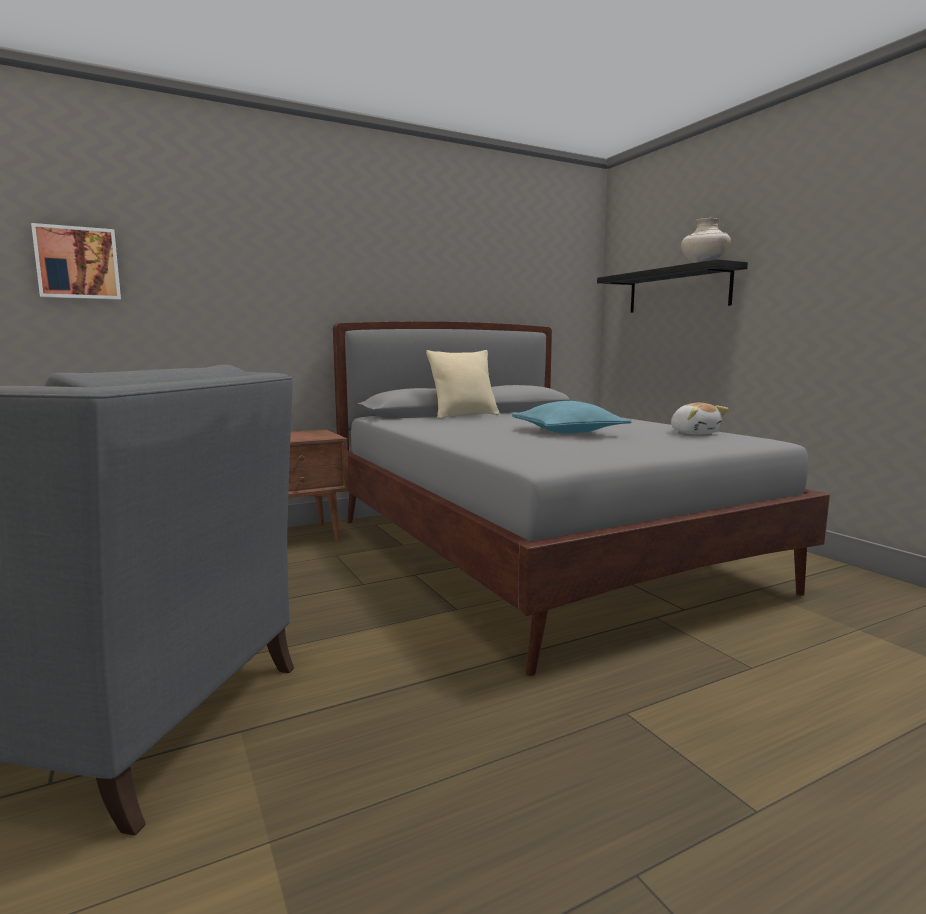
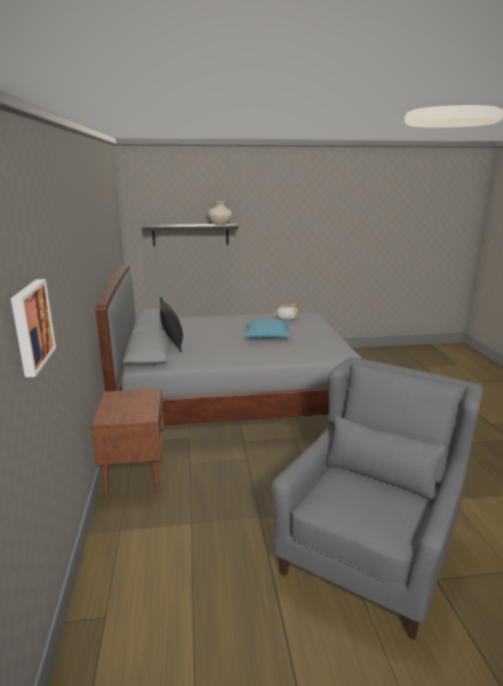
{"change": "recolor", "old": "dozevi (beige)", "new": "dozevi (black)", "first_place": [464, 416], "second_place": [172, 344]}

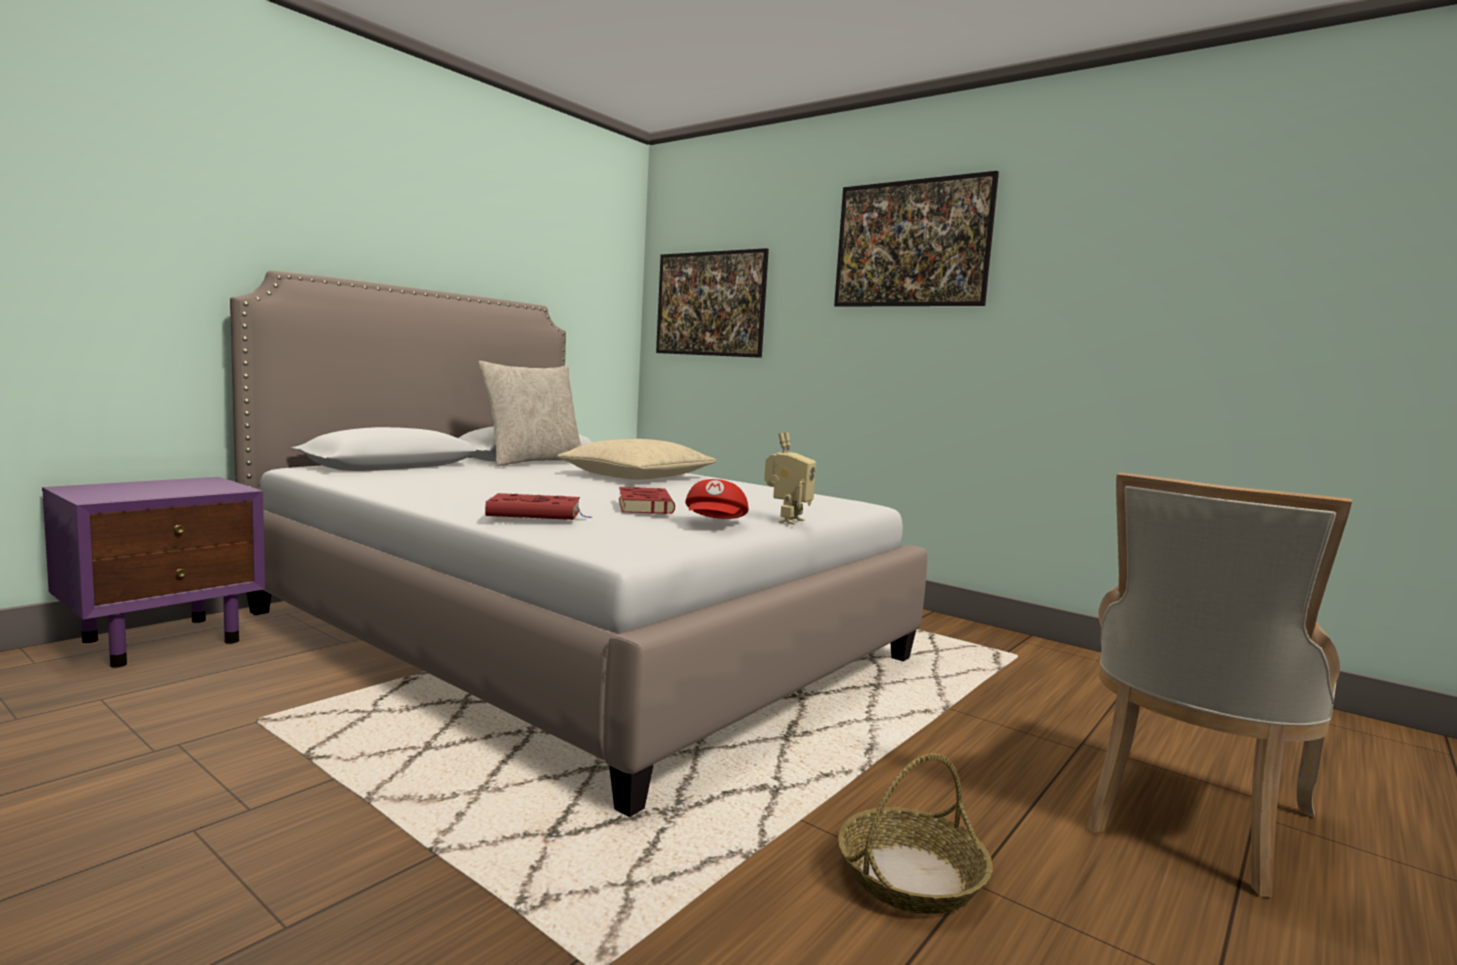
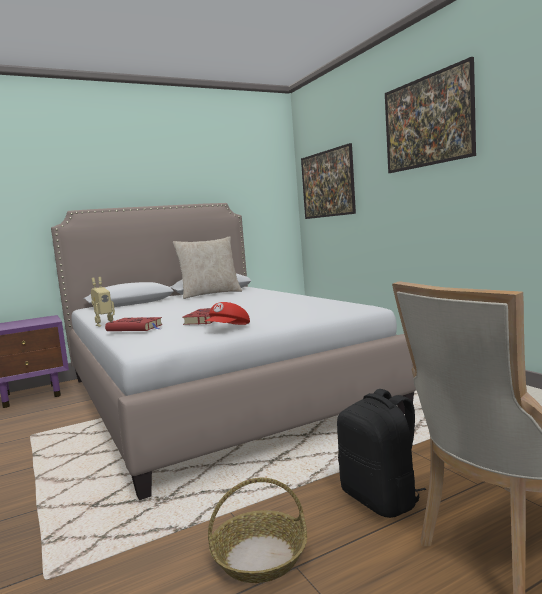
{"change": "delete", "old": "dozevi (beige)", "first_place": [636, 476]}
{"change": "insert", "new": "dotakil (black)", "second_place": [382, 499]}
{"change": "move", "old": "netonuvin", "first_place": [786, 520], "second_place": [103, 324]}

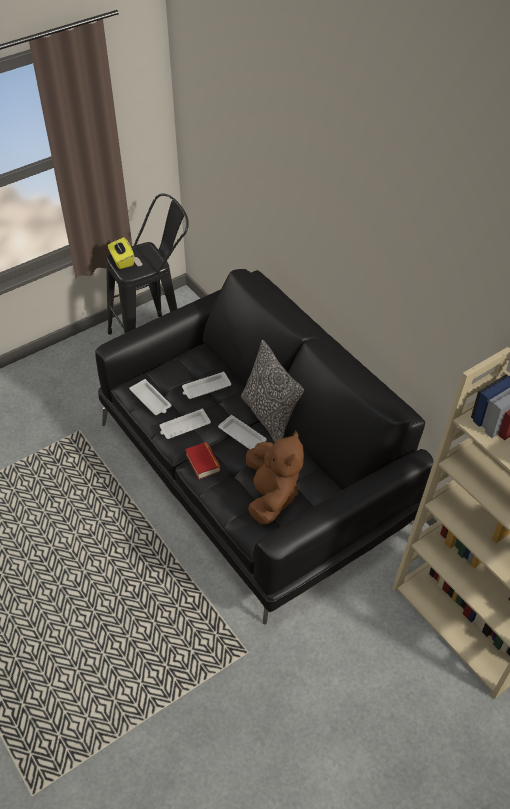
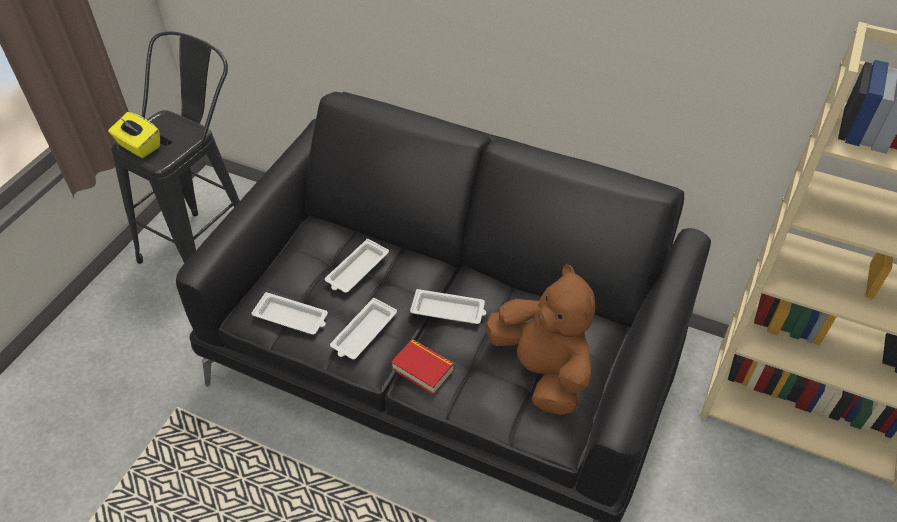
{"change": "delete", "old": "dozevi", "first_place": [269, 417]}

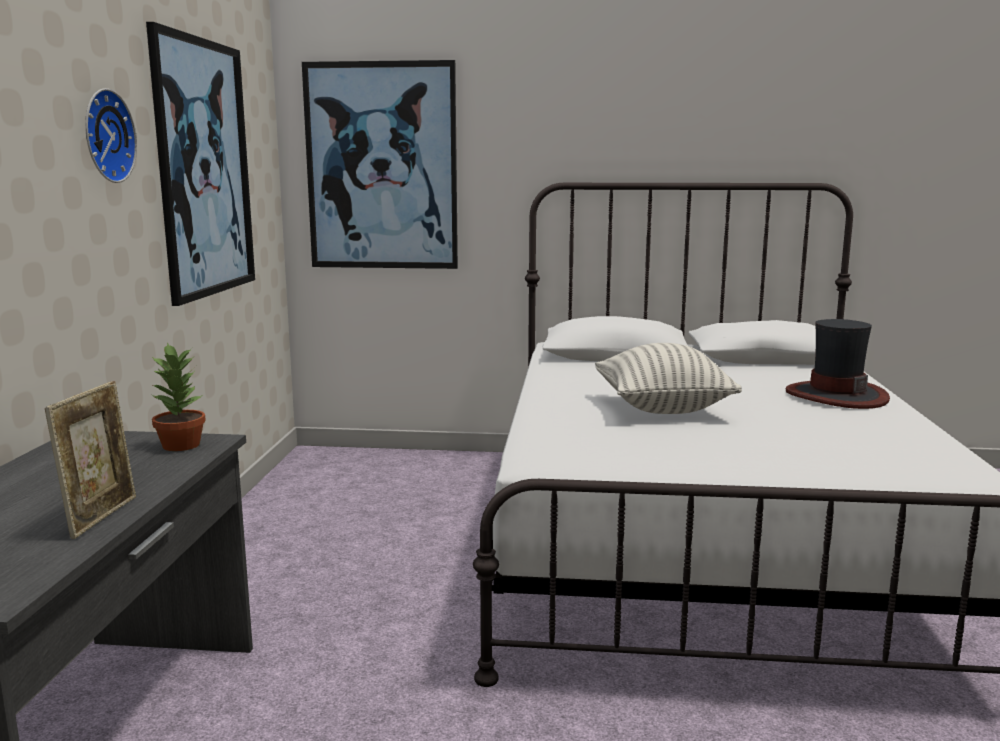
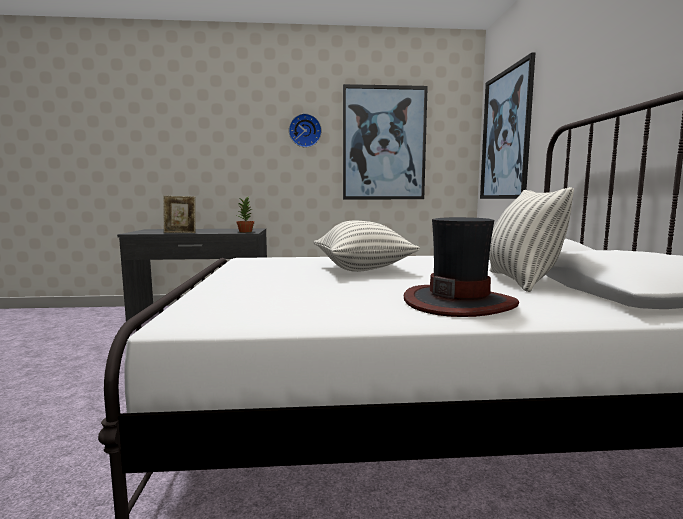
{"change": "insert", "new": "dozevi", "second_place": [521, 281]}

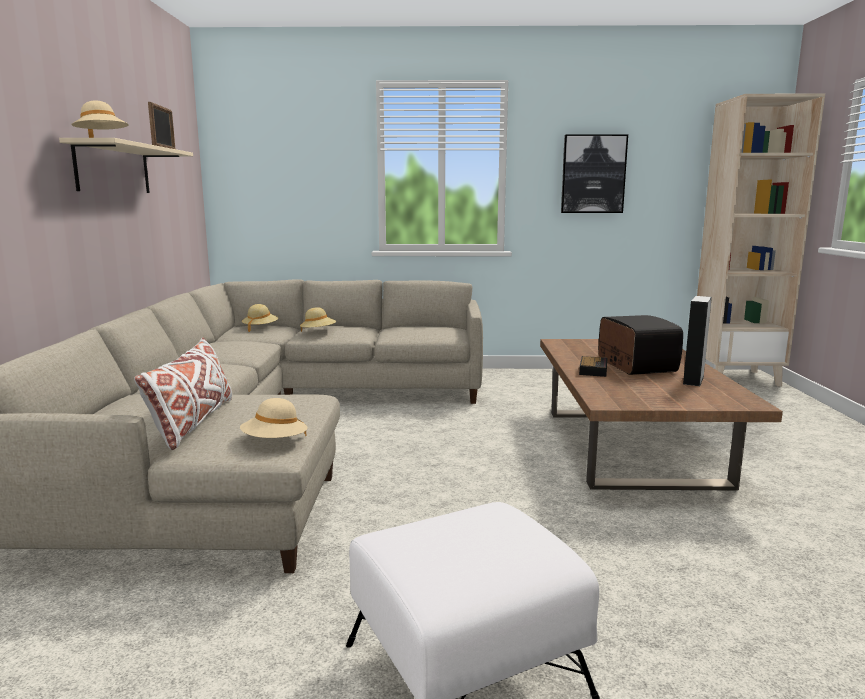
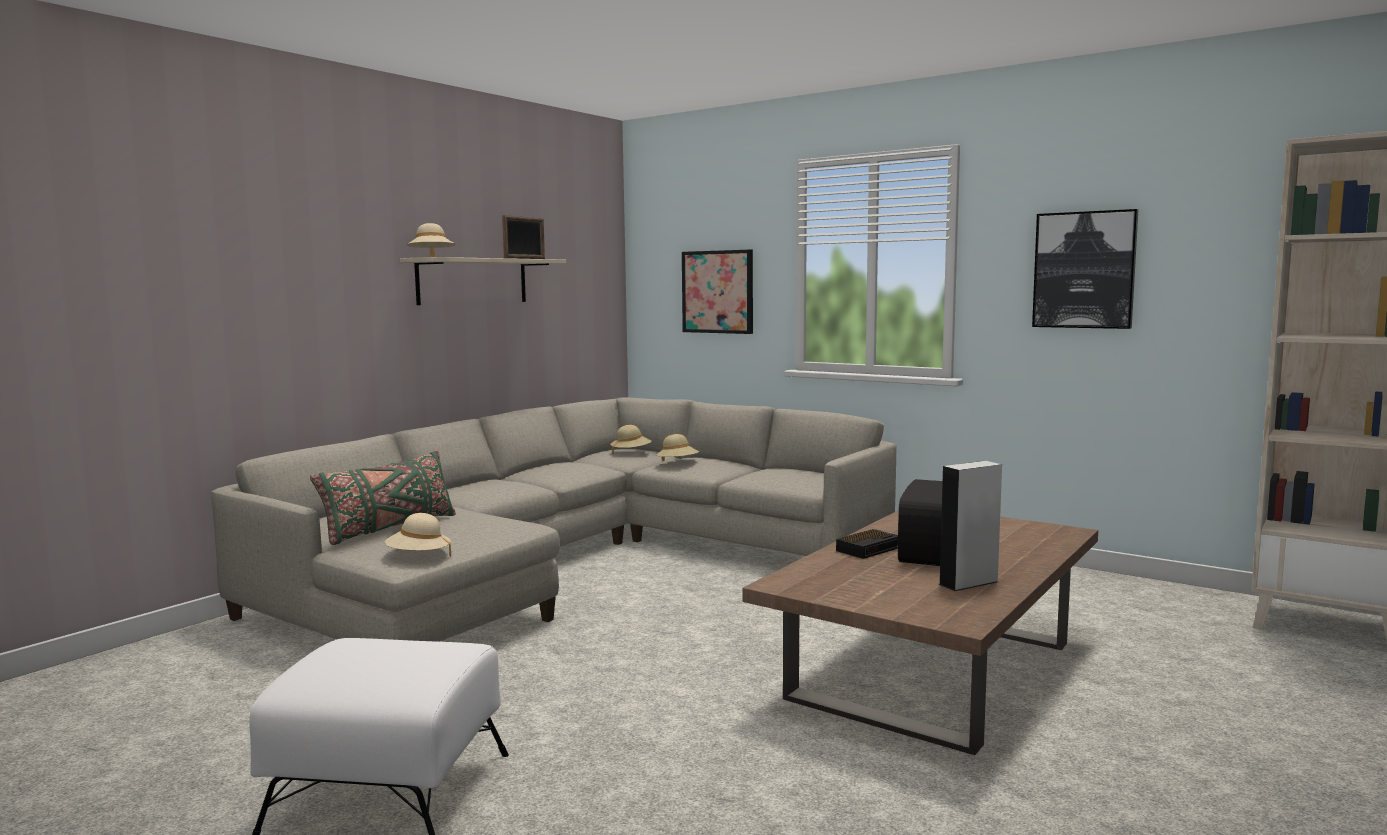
{"change": "insert", "new": "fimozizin", "second_place": [718, 292]}
{"change": "recolor", "old": "dozevi (white)", "new": "dozevi (green)", "first_place": [193, 423], "second_place": [389, 528]}

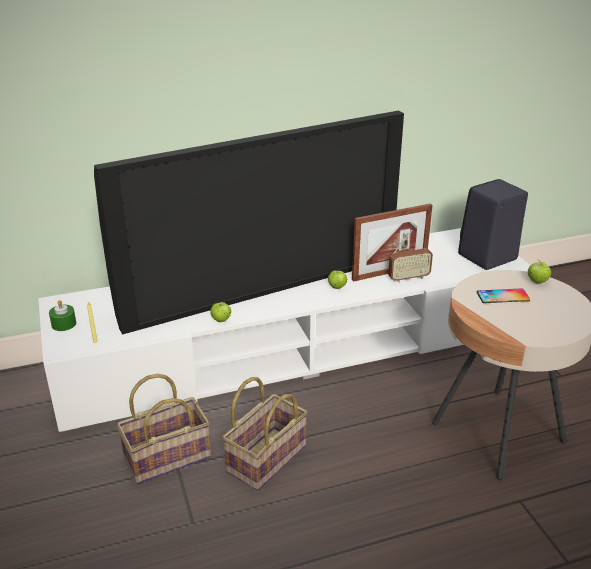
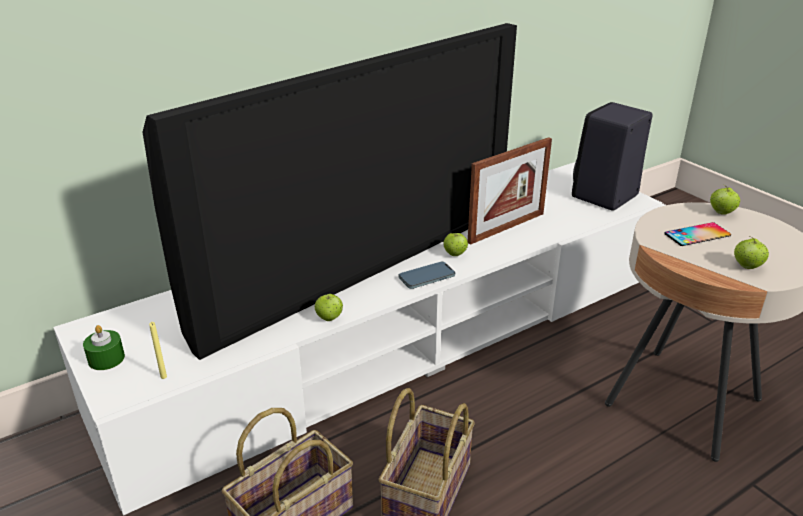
{"change": "delete", "old": "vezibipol", "first_place": [408, 278]}
{"change": "insert", "new": "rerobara", "second_place": [426, 277]}
{"change": "insert", "new": "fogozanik", "second_place": [747, 266]}

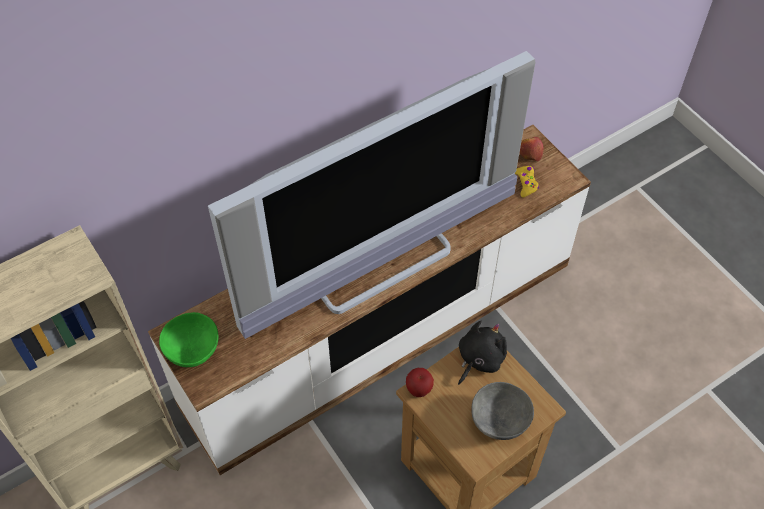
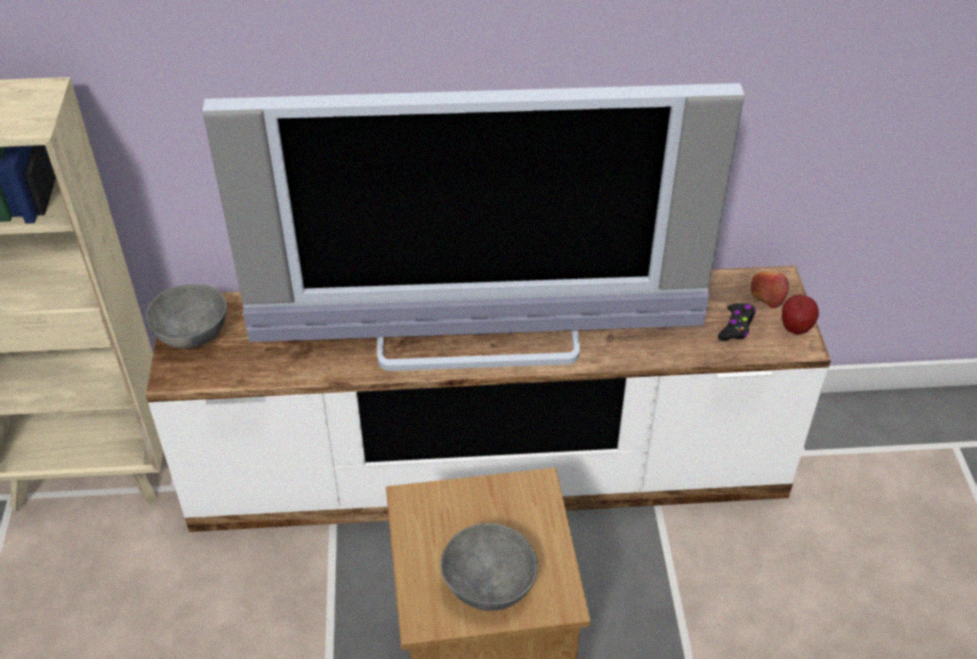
{"change": "delete", "old": "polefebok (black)", "first_place": [479, 359]}
{"change": "move", "old": "fogozanik", "first_place": [419, 390], "second_place": [795, 329]}
{"change": "recolor", "old": "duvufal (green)", "new": "duvufal (grey)", "first_place": [192, 351], "second_place": [190, 336]}
{"change": "recolor", "old": "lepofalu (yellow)", "new": "lepofalu (black)", "first_place": [526, 183], "second_place": [736, 326]}

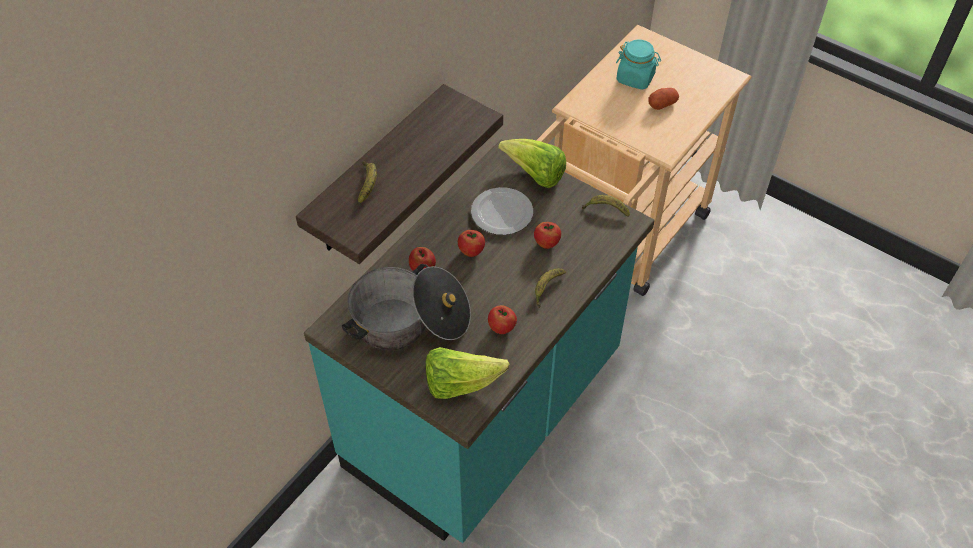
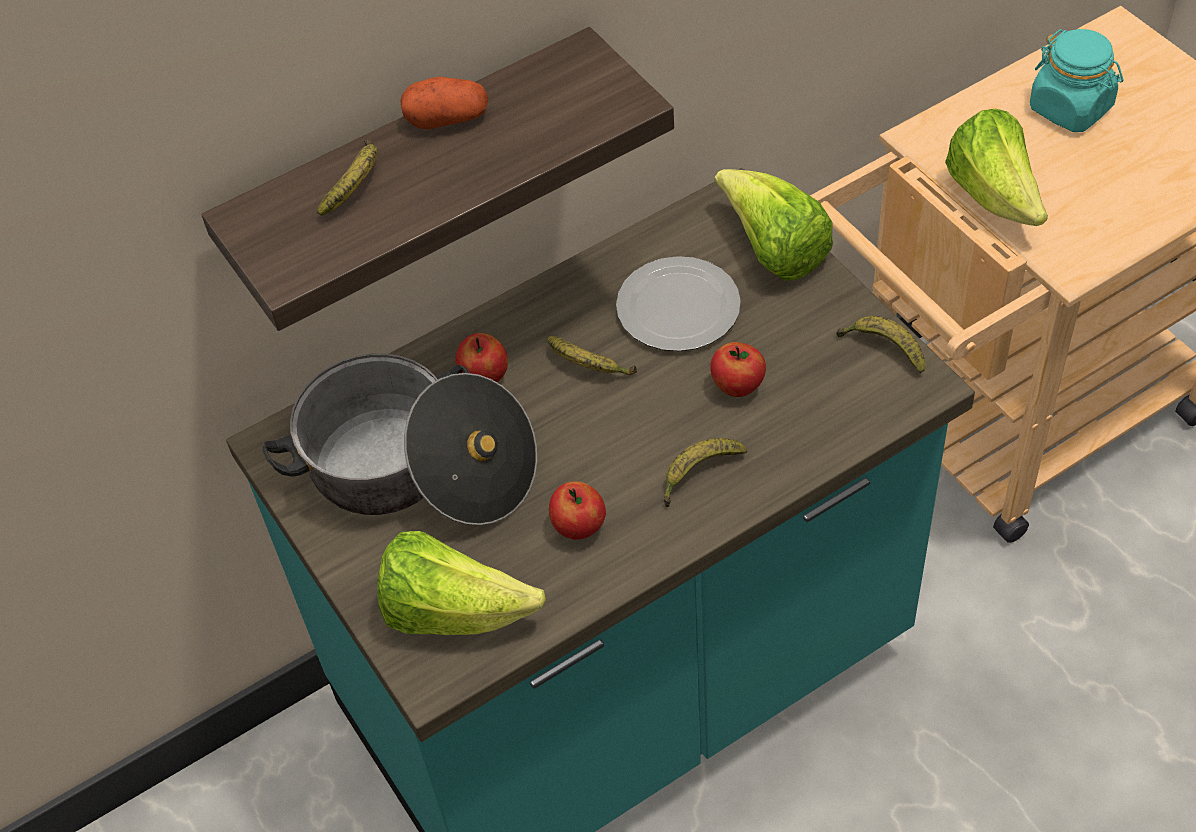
{"change": "insert", "new": "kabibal", "second_place": [994, 196]}
{"change": "move", "old": "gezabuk", "first_place": [662, 104], "second_place": [447, 118]}
{"change": "replace", "old": "fogozanik", "new": "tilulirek", "first_place": [471, 251], "second_place": [588, 366]}

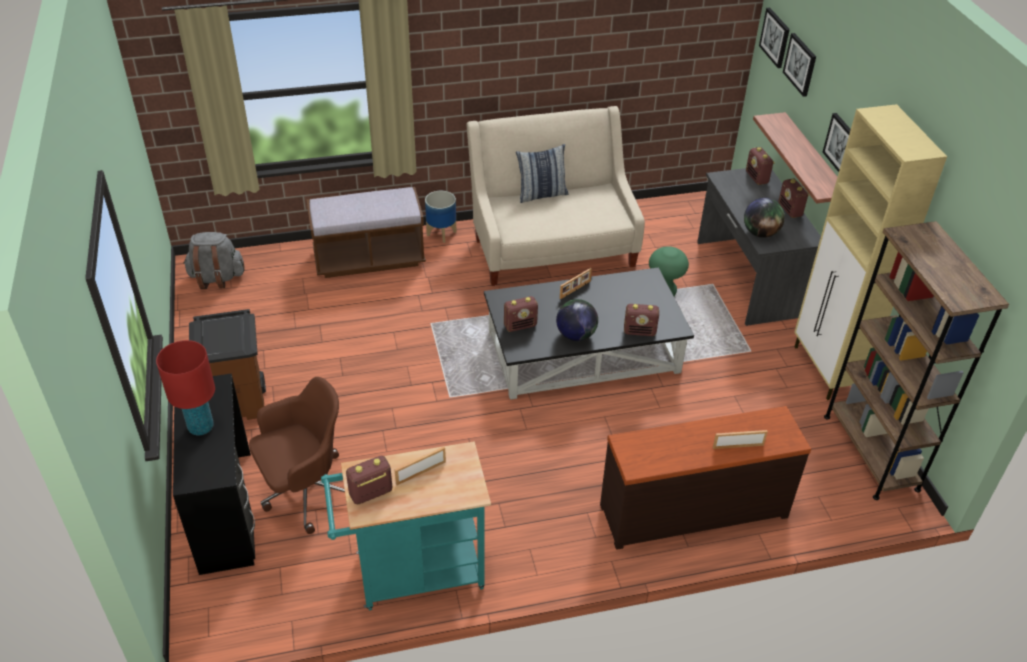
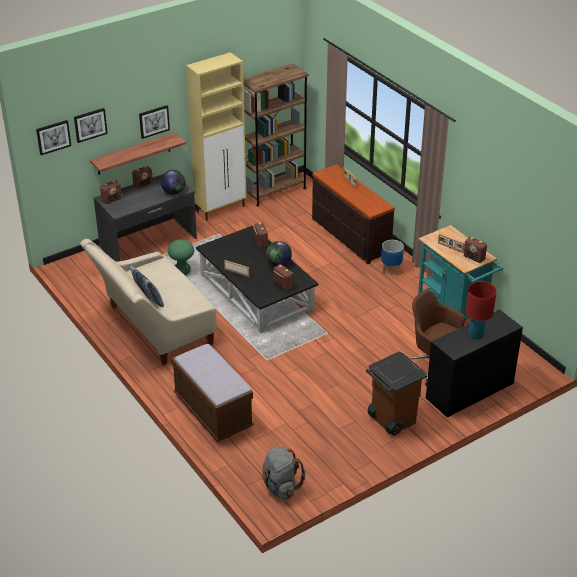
{"change": "move", "old": "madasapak", "first_place": [441, 233], "second_place": [390, 270]}

